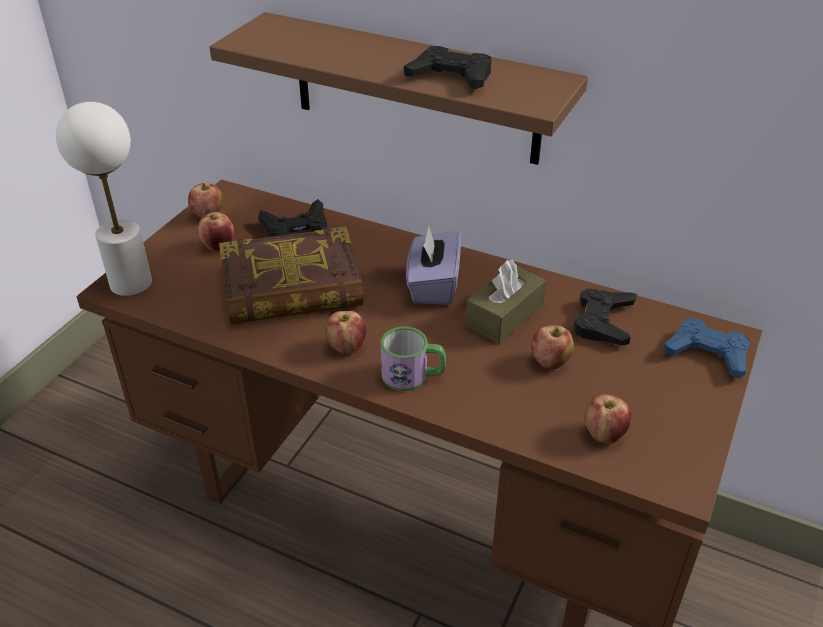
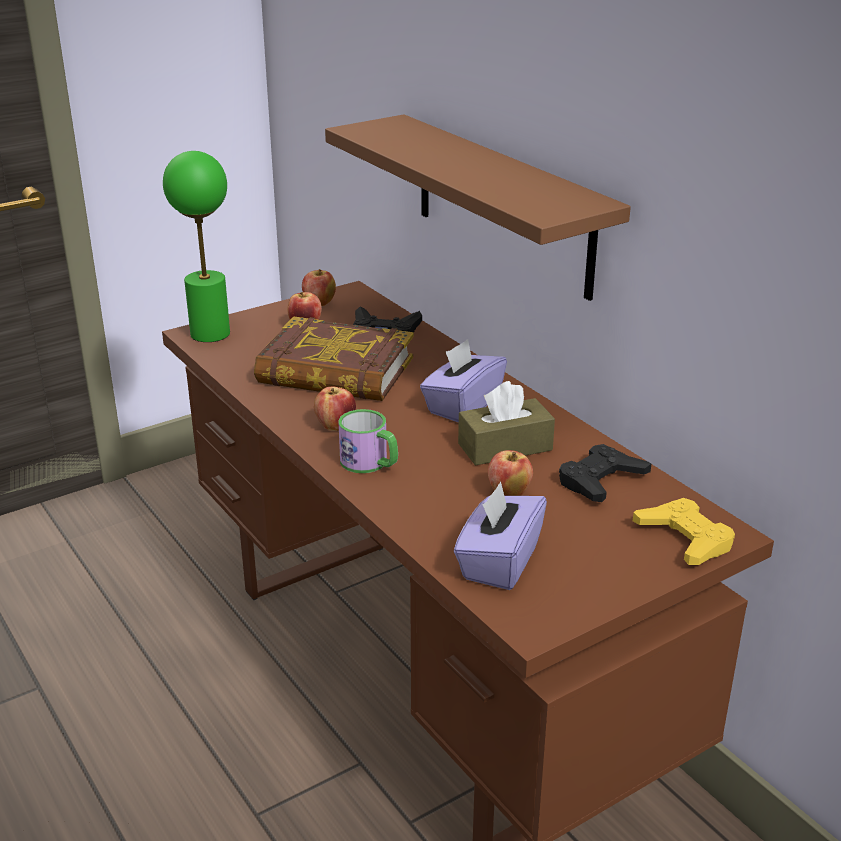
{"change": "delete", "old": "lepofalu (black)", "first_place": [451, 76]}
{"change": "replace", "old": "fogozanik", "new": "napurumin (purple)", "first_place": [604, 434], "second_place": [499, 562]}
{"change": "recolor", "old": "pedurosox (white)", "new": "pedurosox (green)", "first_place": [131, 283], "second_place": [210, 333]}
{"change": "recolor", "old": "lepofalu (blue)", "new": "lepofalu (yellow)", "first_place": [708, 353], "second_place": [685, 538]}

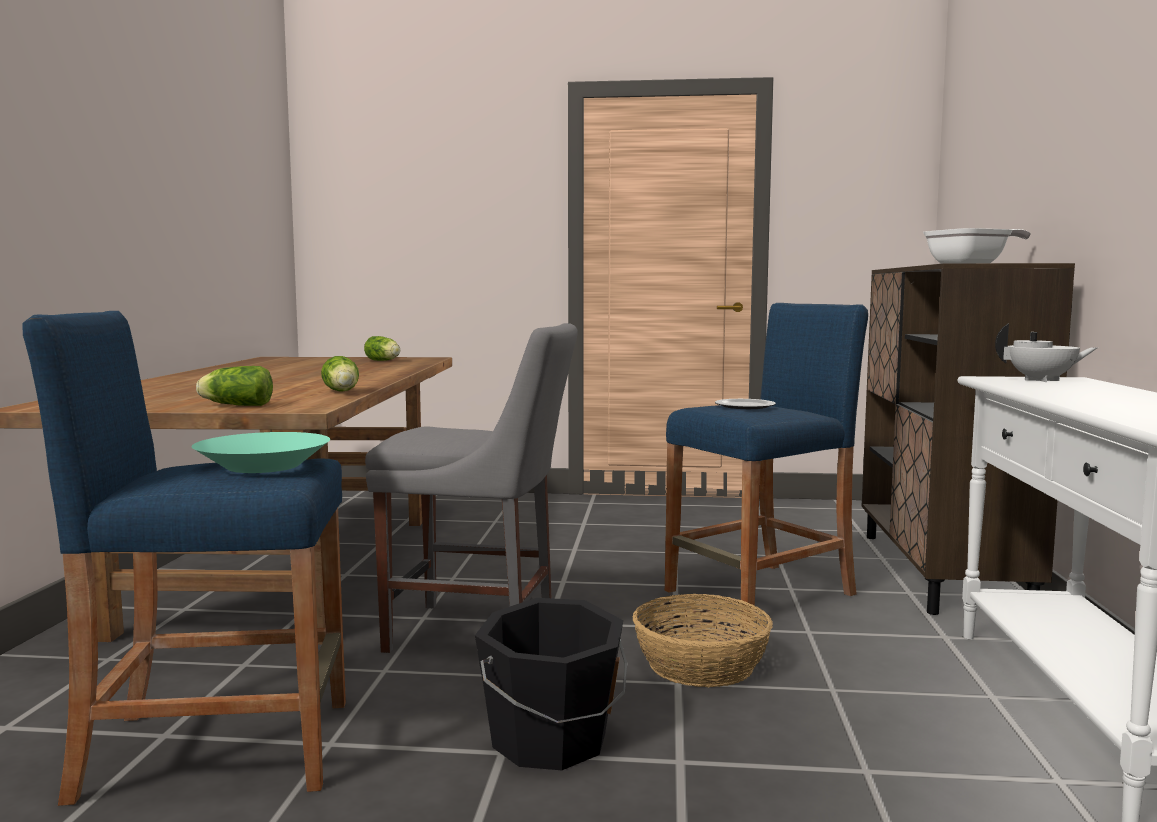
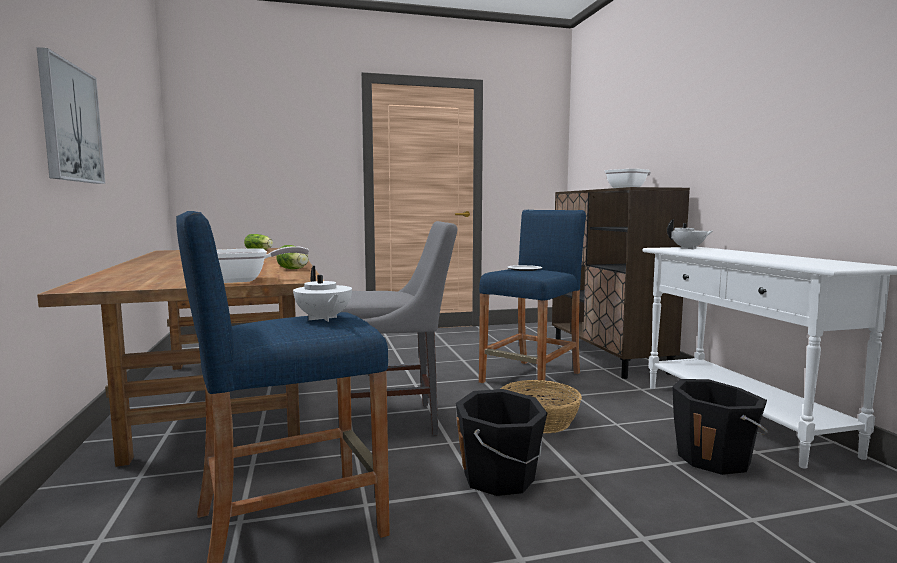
{"change": "insert", "new": "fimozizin", "second_place": [70, 123]}
{"change": "insert", "new": "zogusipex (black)", "second_place": [714, 458]}
{"change": "replace", "old": "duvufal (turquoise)", "new": "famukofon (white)", "first_place": [263, 466], "second_place": [323, 319]}
{"change": "replace", "old": "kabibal", "new": "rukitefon", "first_place": [235, 405], "second_place": [244, 280]}

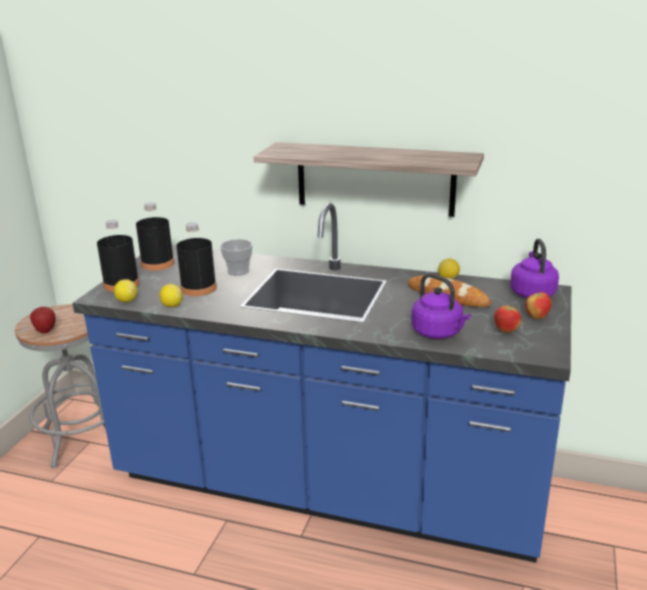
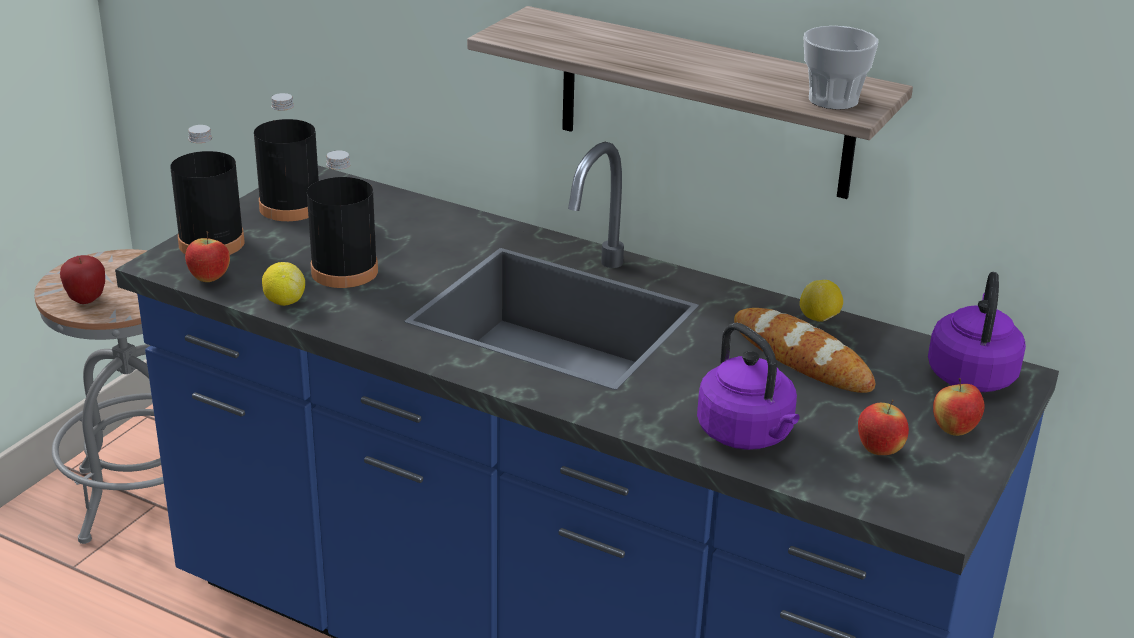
{"change": "move", "old": "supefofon", "first_place": [238, 271], "second_place": [833, 100]}
{"change": "replace", "old": "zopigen", "new": "fogozanik", "first_place": [126, 300], "second_place": [209, 279]}

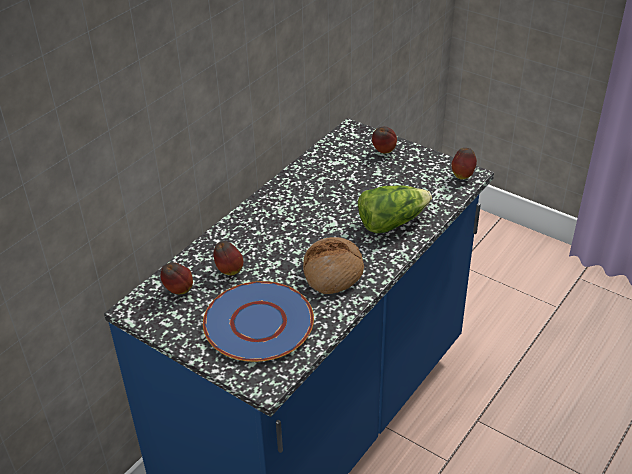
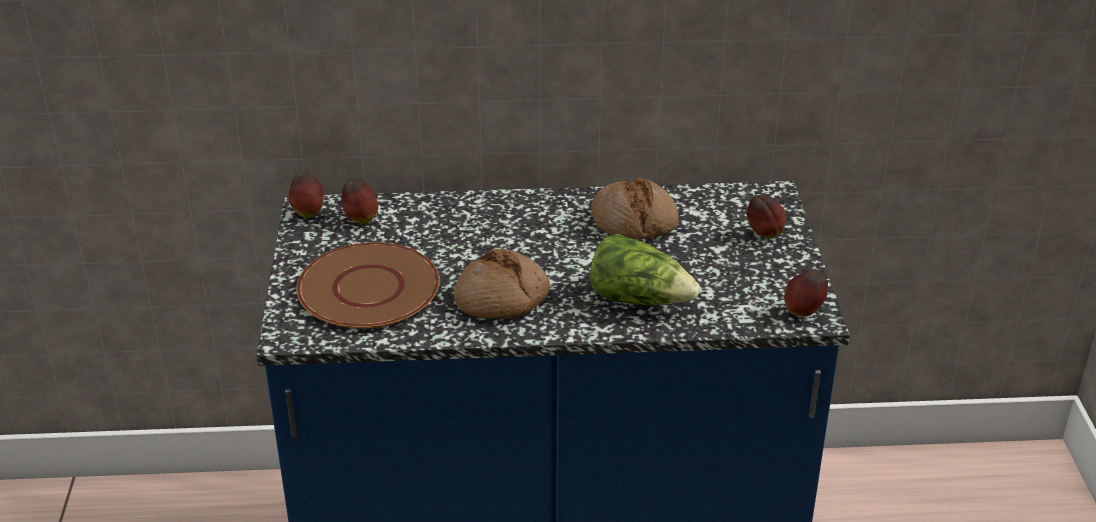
{"change": "insert", "new": "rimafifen", "second_place": [634, 221]}
{"change": "move", "old": "fogozanik", "first_place": [229, 271], "second_place": [308, 213]}
{"change": "recolor", "old": "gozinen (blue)", "new": "gozinen (brown)", "first_place": [258, 323], "second_place": [368, 288]}

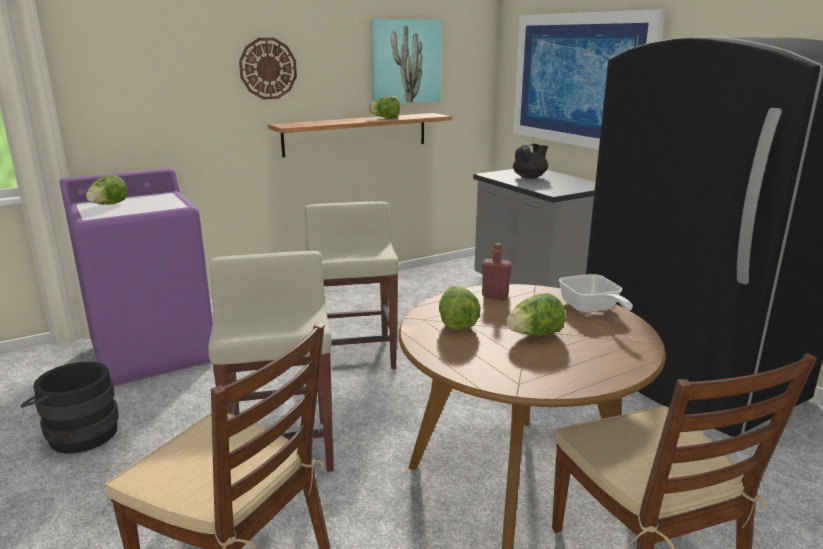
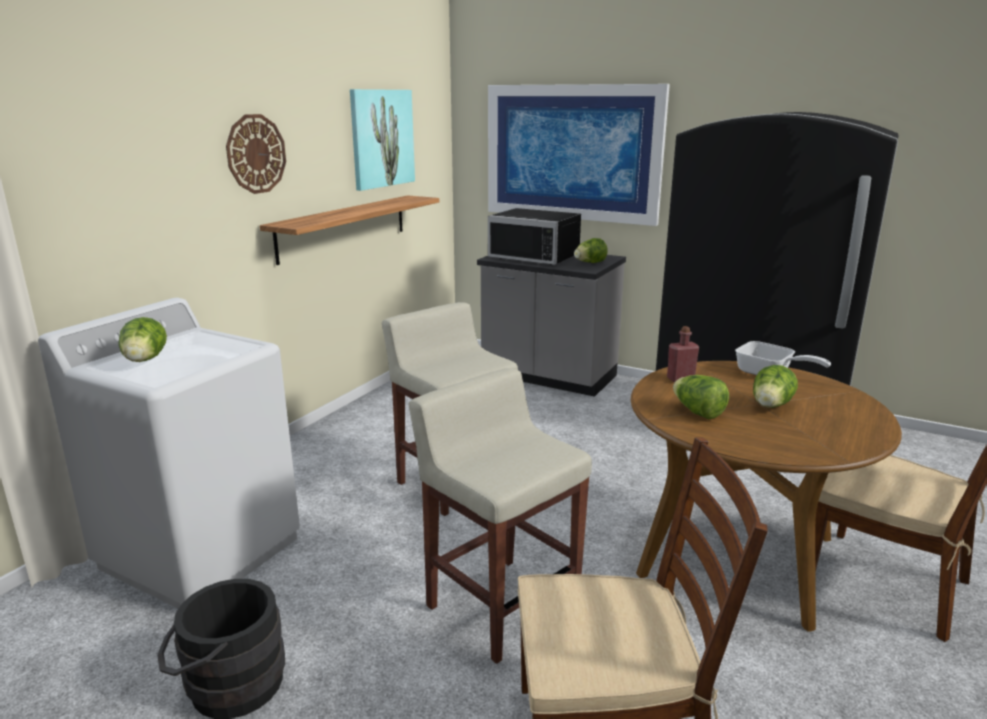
{"change": "move", "old": "kabibal", "first_place": [386, 118], "second_place": [590, 263]}
{"change": "replace", "old": "famukofon (black)", "new": "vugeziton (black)", "first_place": [530, 177], "second_place": [537, 256]}
{"change": "recolor", "old": "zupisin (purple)", "new": "zupisin (white)", "first_place": [154, 352], "second_place": [202, 551]}

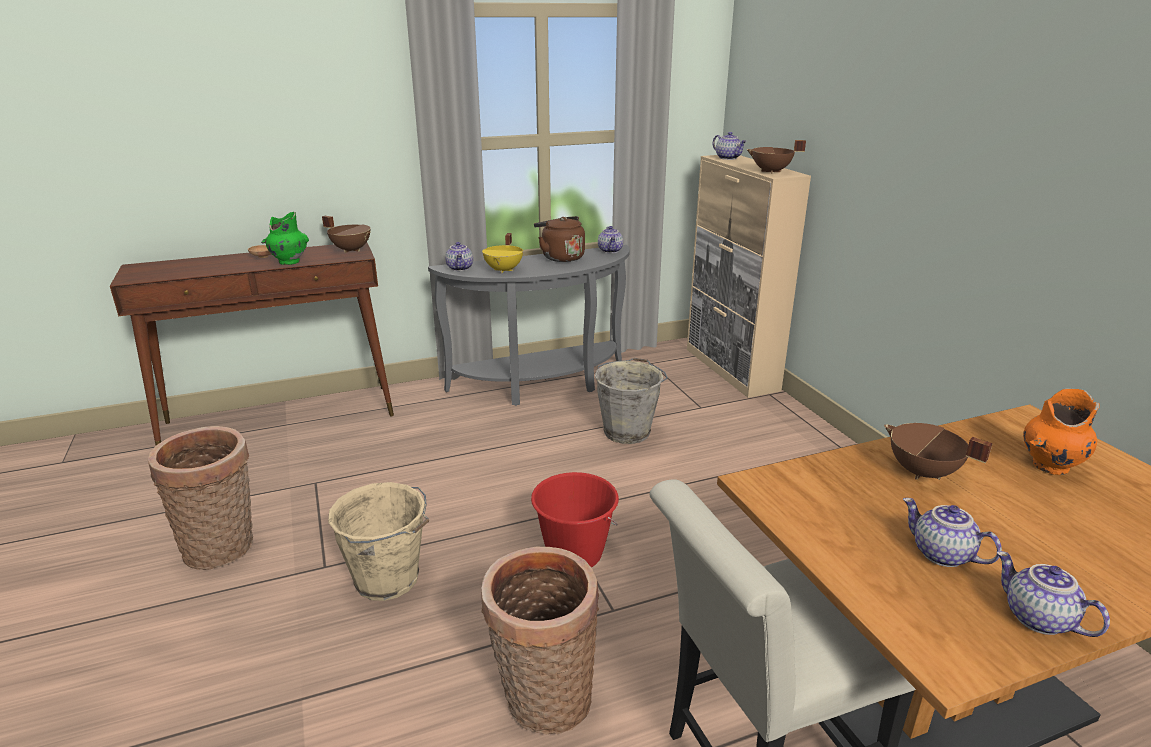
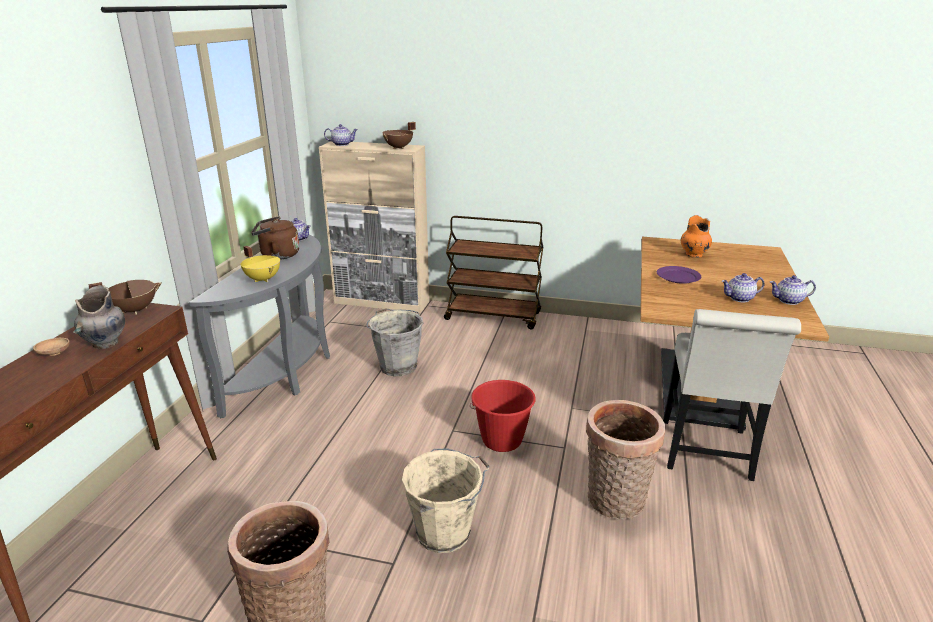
{"change": "delete", "old": "famukofon", "first_place": [460, 268]}
{"change": "insert", "new": "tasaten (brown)", "second_place": [493, 316]}
{"change": "replace", "old": "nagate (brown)", "new": "gozinen (purple)", "first_place": [922, 473], "second_place": [678, 277]}
{"change": "recolor", "old": "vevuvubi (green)", "new": "vevuvubi (grey)", "first_place": [289, 262], "second_place": [105, 344]}

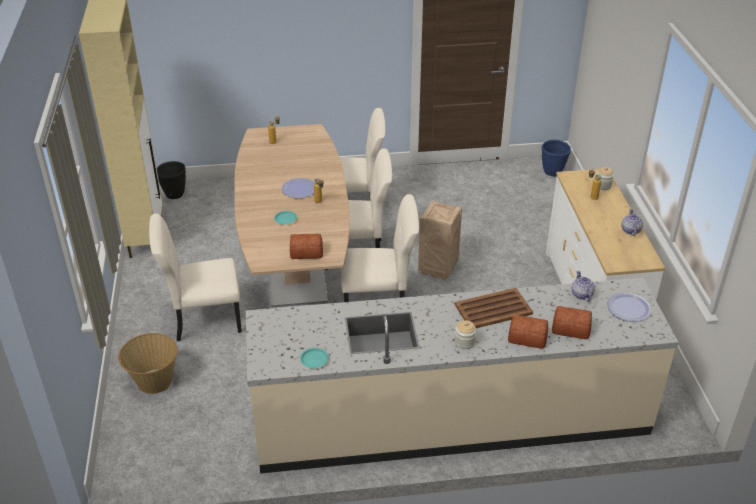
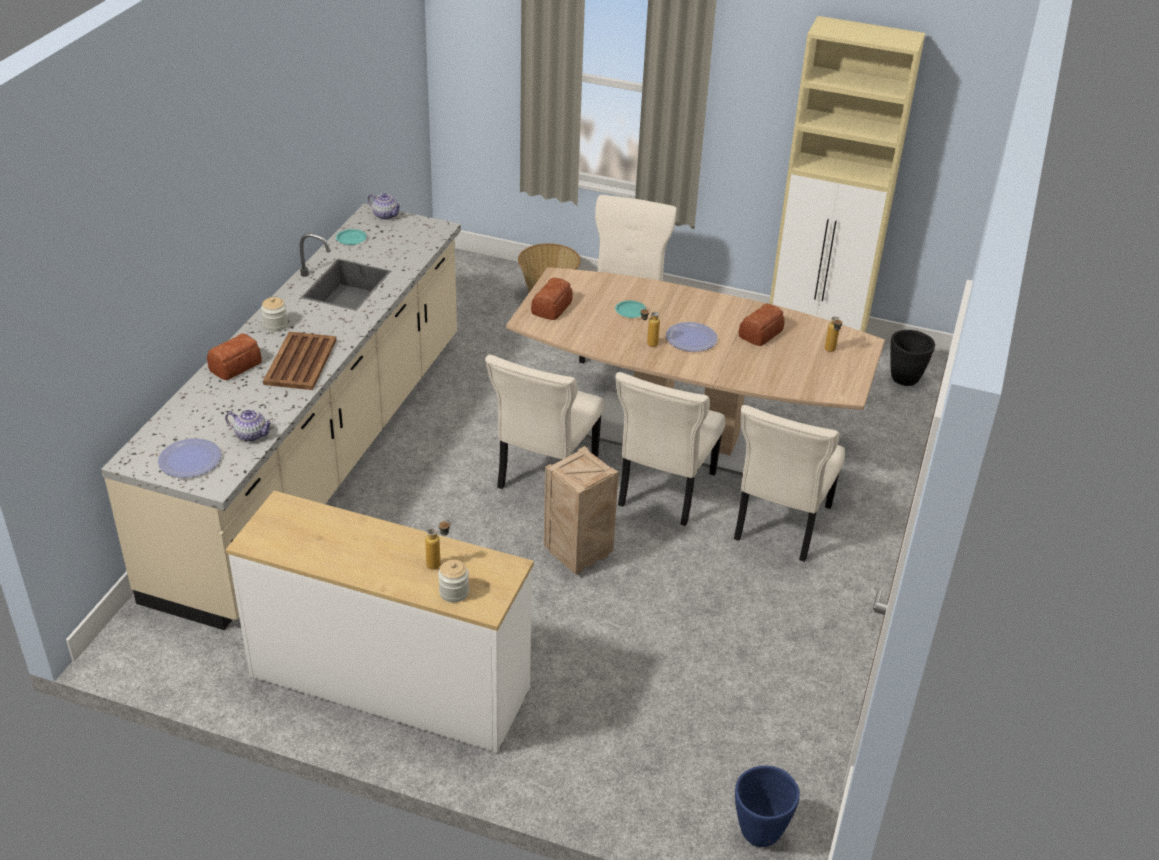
{"change": "move", "old": "rimafifen", "first_place": [570, 328], "second_place": [761, 333]}
{"change": "move", "old": "famukofon", "first_place": [630, 230], "second_place": [385, 215]}

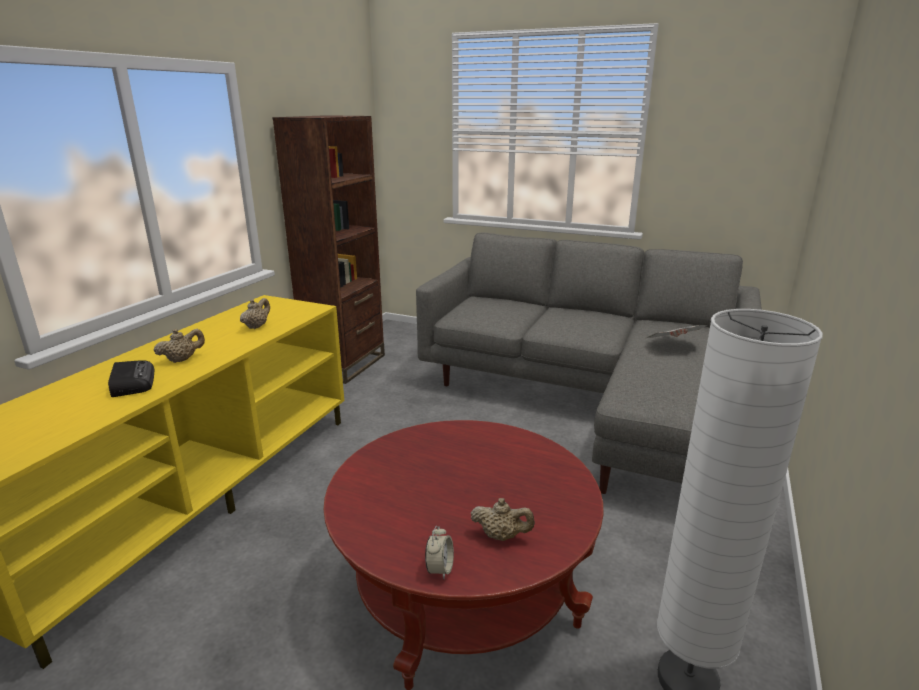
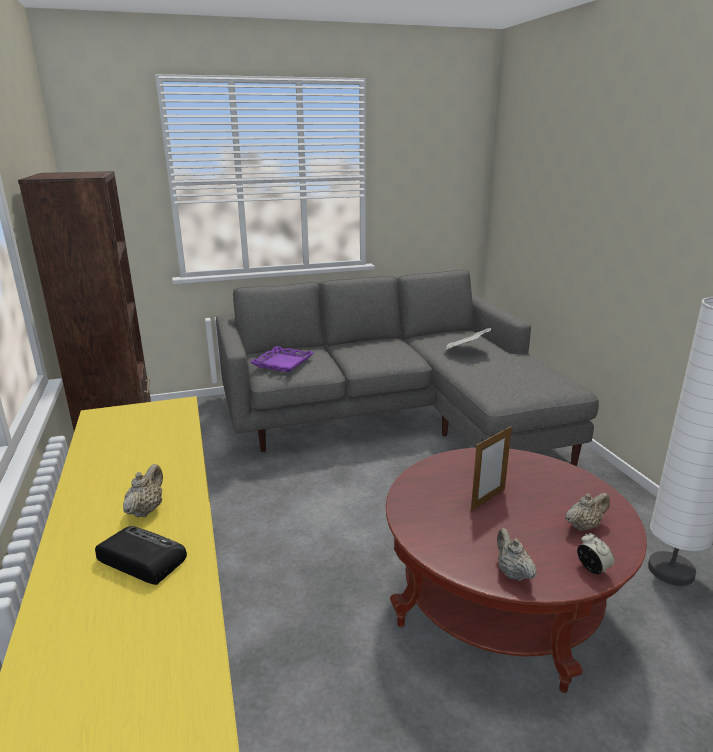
{"change": "insert", "new": "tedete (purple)", "second_place": [283, 363]}
{"change": "insert", "new": "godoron", "second_place": [488, 499]}
{"change": "move", "old": "famukofon (beige)", "first_place": [256, 326], "second_place": [512, 572]}

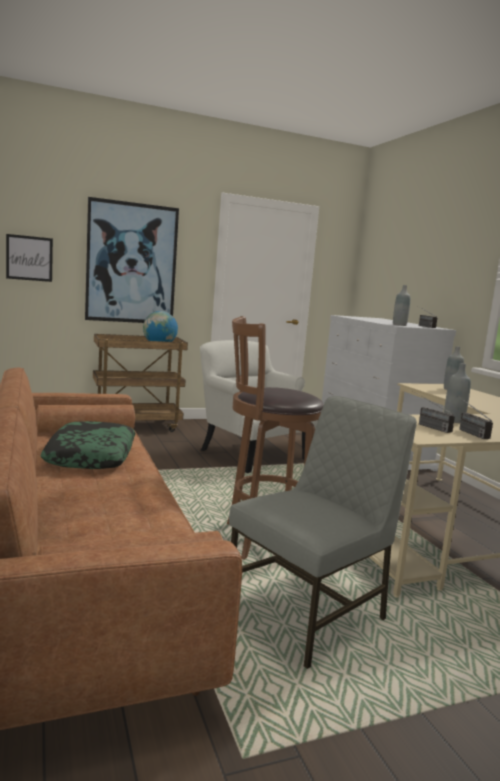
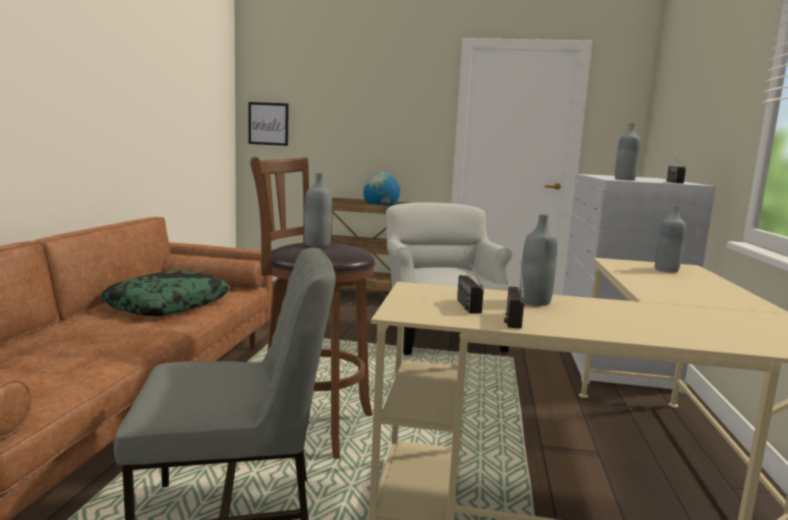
{"change": "delete", "old": "fimozizin", "first_place": [131, 263]}
{"change": "insert", "new": "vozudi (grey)", "second_place": [317, 245]}

